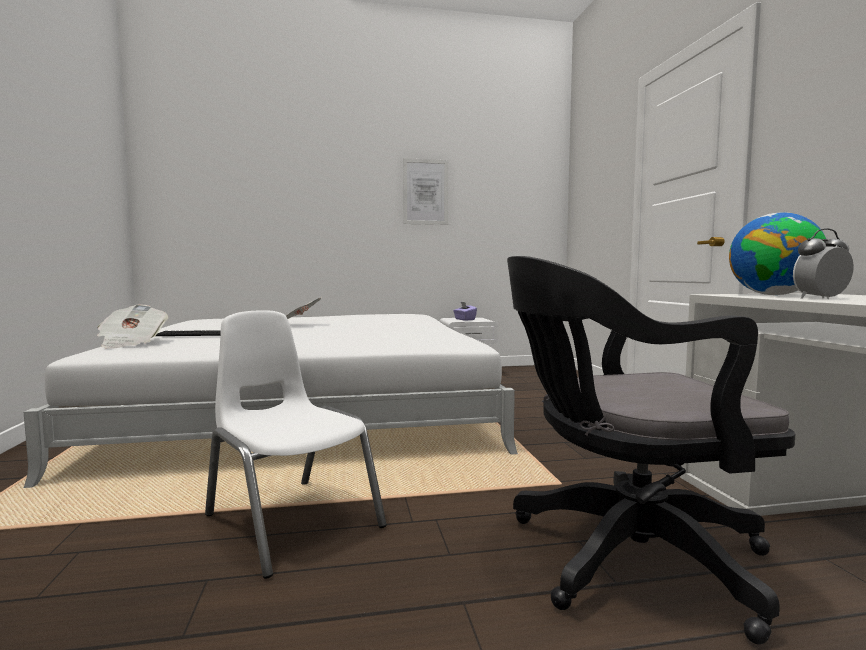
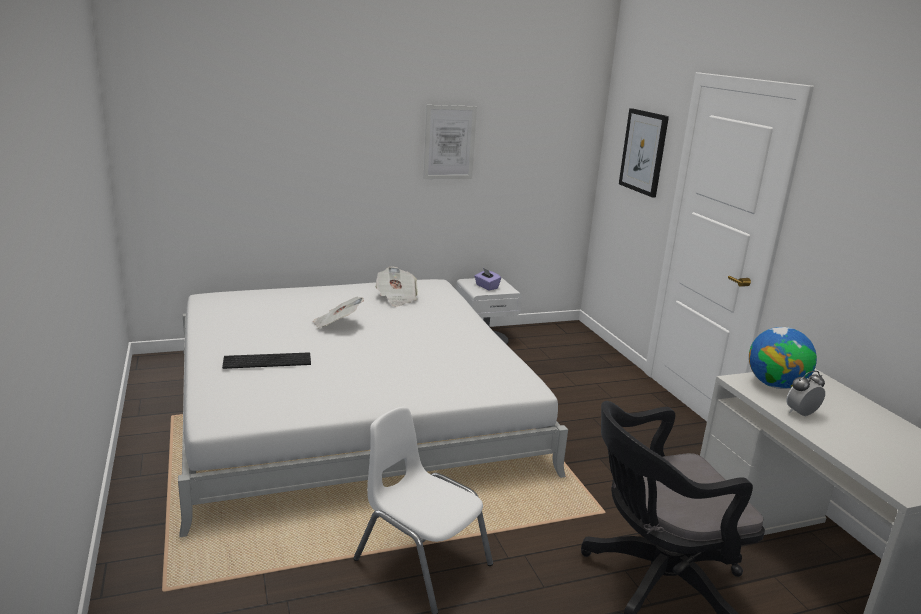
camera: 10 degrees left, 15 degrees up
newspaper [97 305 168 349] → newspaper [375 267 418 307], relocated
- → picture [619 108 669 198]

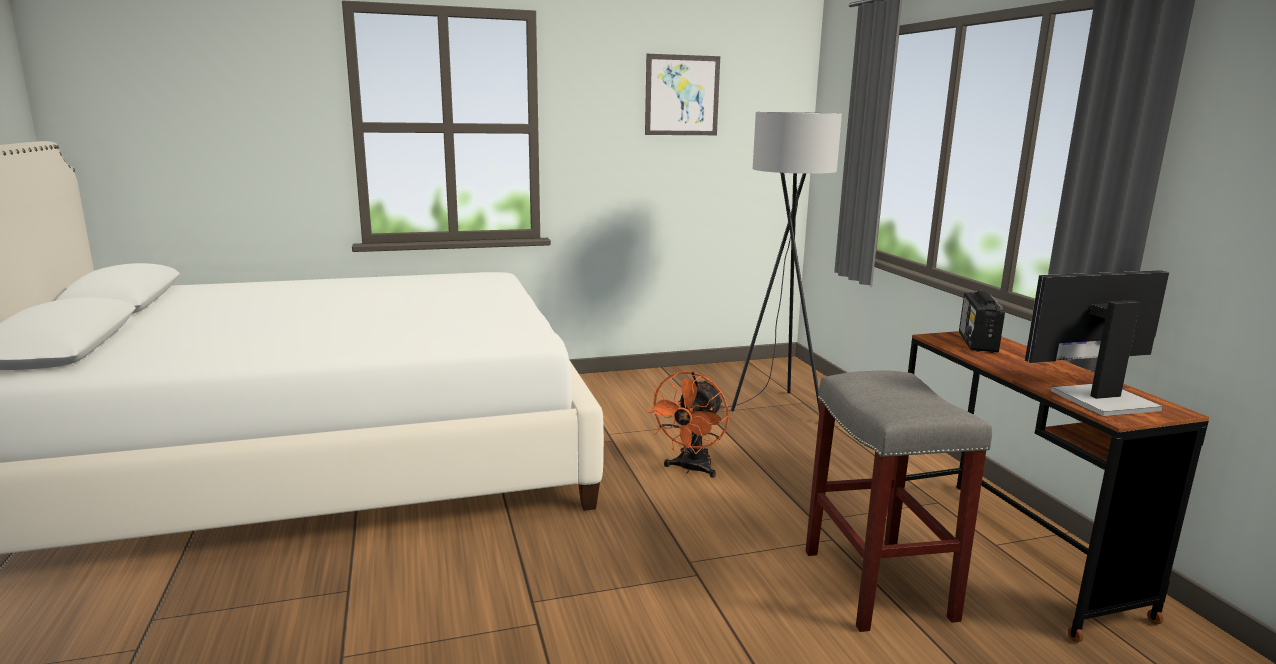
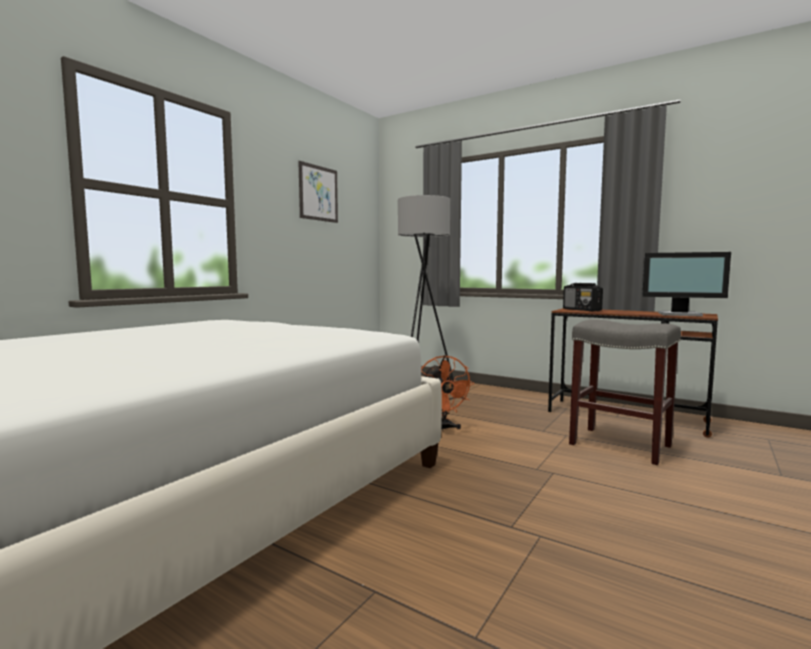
camera: 40 degrees left, 10 degrees down
monitor [1025 270 1169 416] → monitor [642 252 731 317], 105 degrees counterclockwise

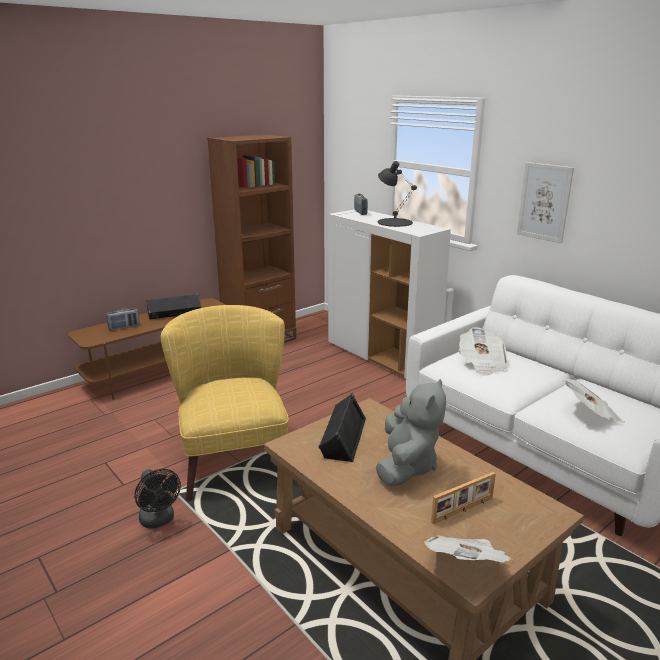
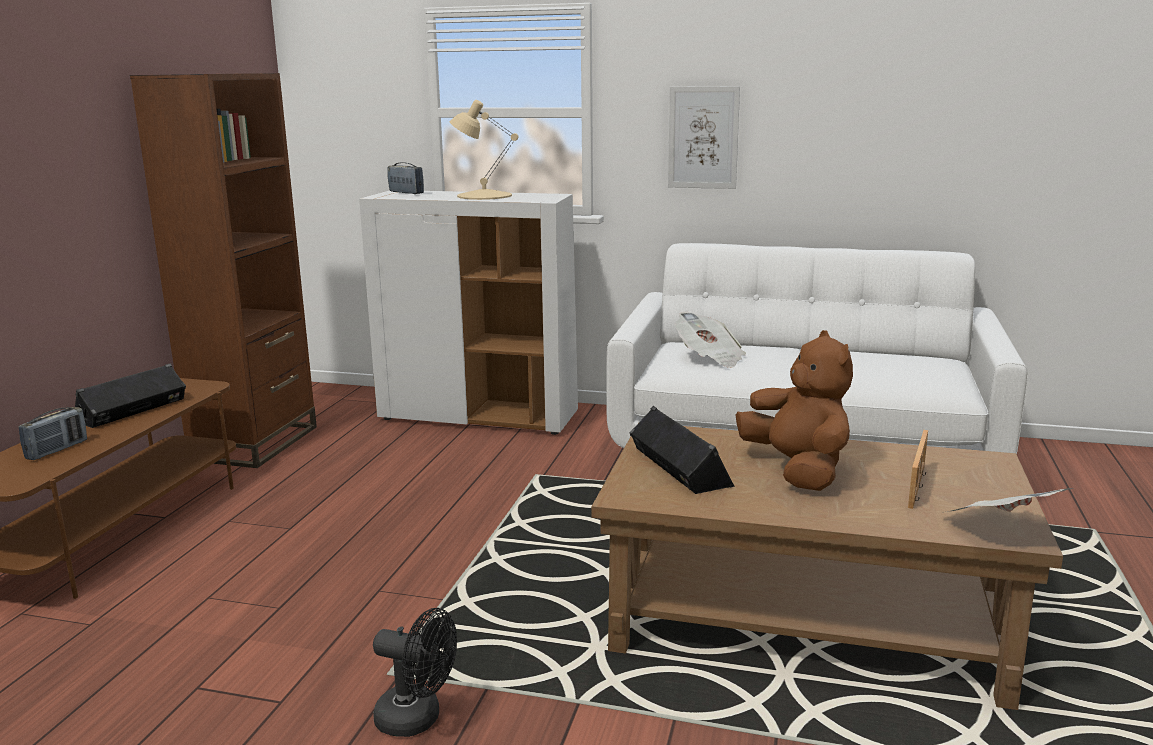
camera: 35 degrees left, 5 degrees down
armchair/yellow [161 305 294 501] → -
plush toy/grey [376 379 446 487] → plush toy/brown [736 330 853 491]
table lamp/black [378 161 417 227] → table lamp/beige [449 100 518 200]
newspaper [562 379 625 423] → -

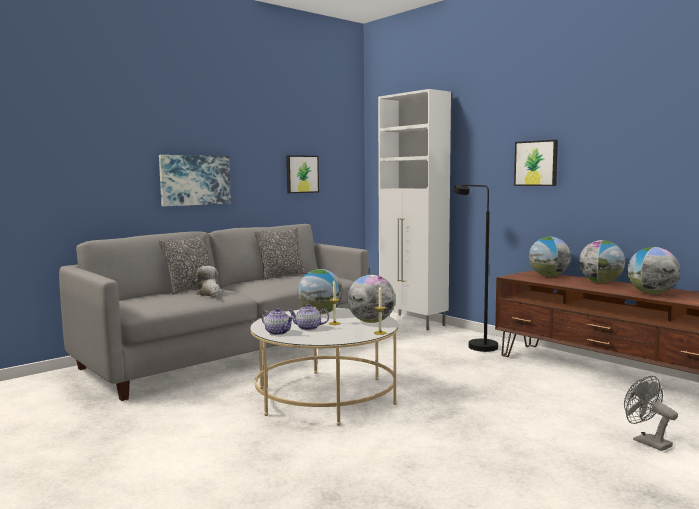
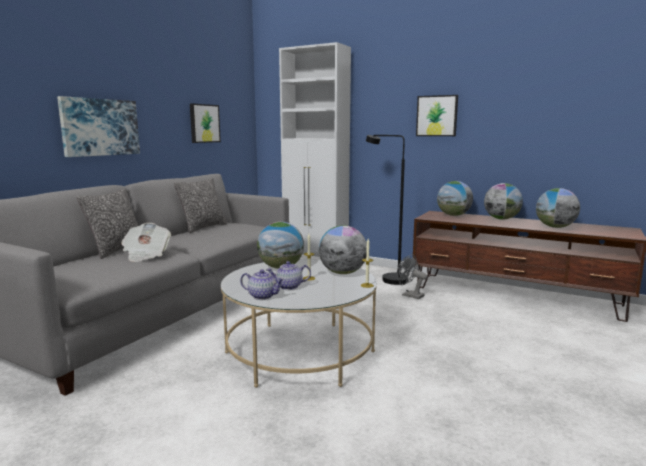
camera: 20 degrees left, 5 degrees up
plush toy [193 266 222 297] → newspaper [121 223 171 262]
fan/grey [624 376 678 451] → fan/grey [397 254 428 299], relocated

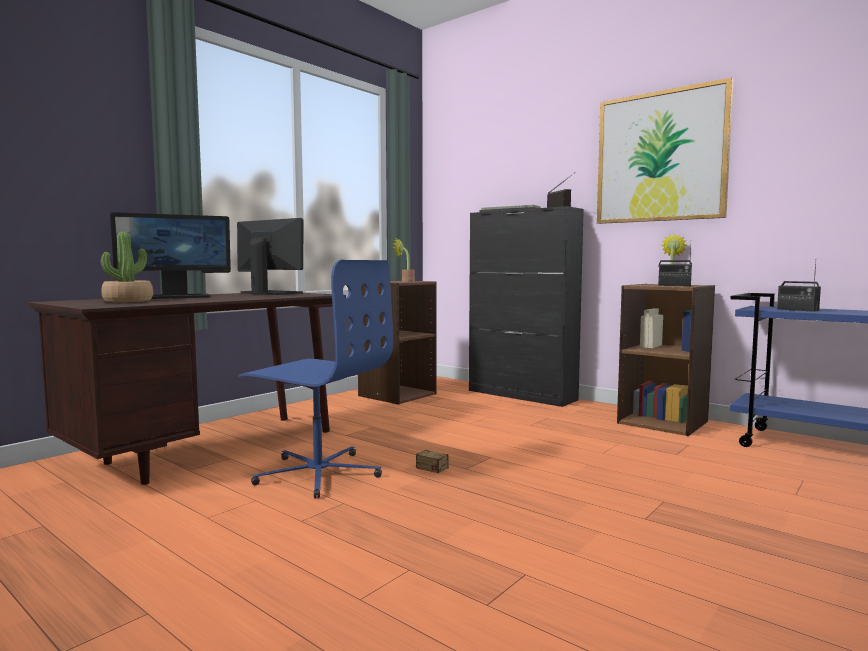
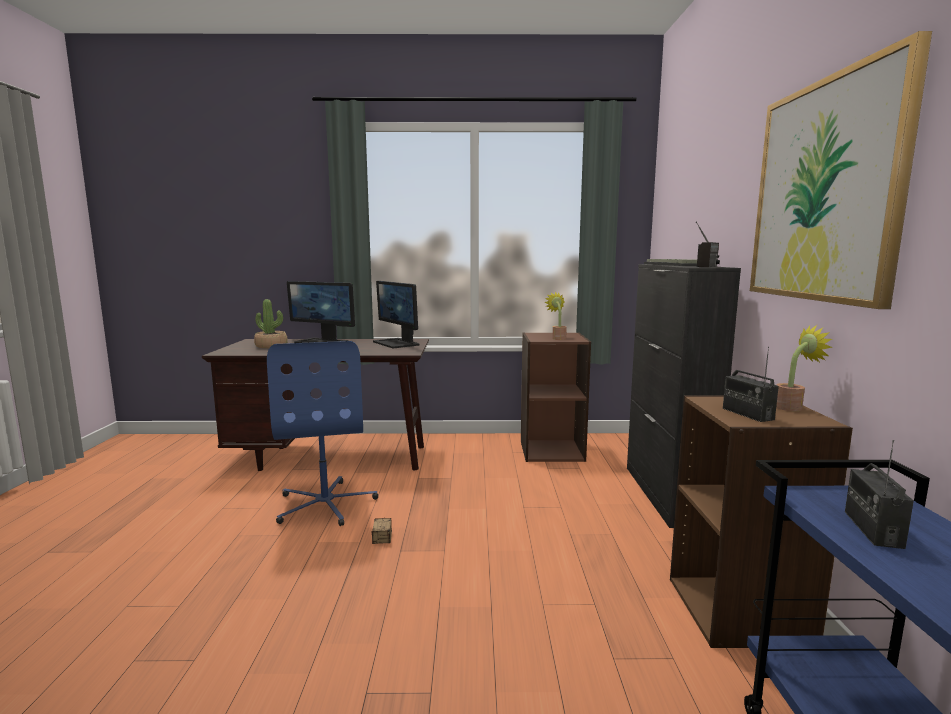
camera: 50 degrees right, 5 degrees up
monitor [237 218 304 295] → monitor [373 281 419 348], 150 degrees clockwise

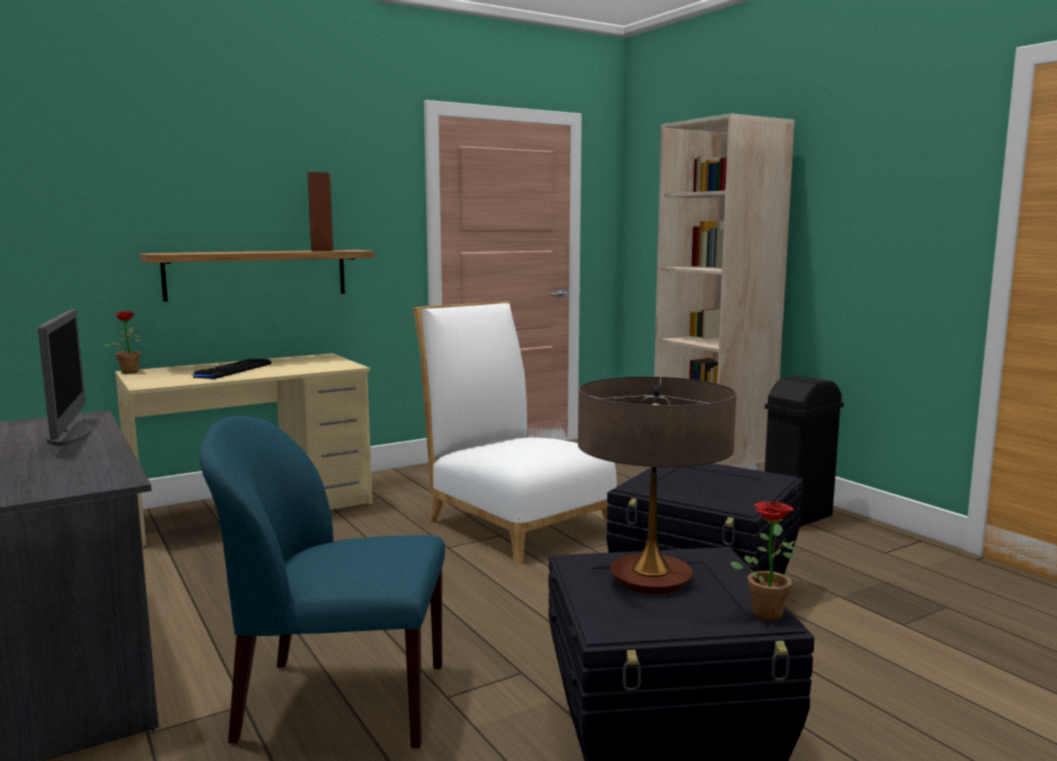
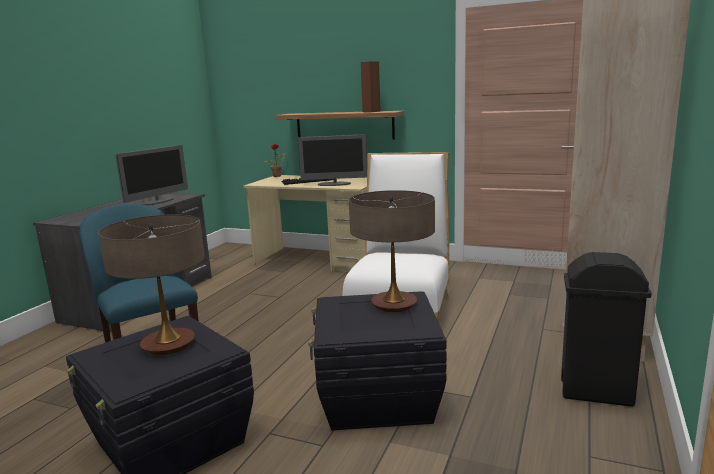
camera: 55 degrees right, 5 degrees up
potted plant [730 501 795 621] → -
- → monitor [298 134 367 186]
- → table lamp [349 190 435 312]

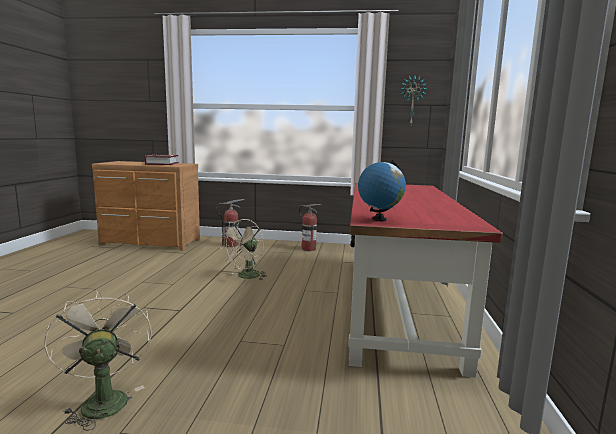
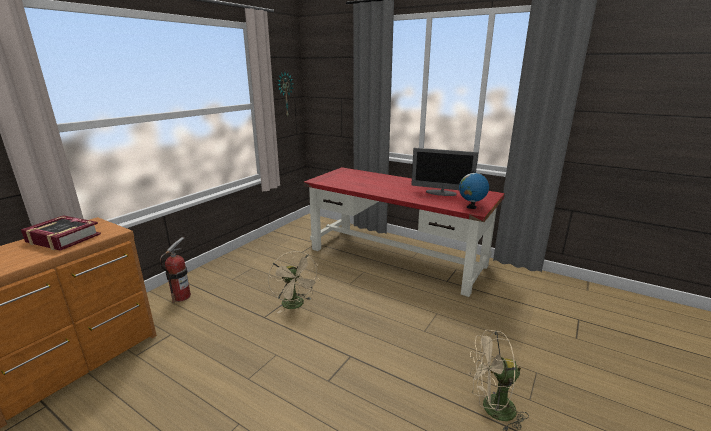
camera: 65 degrees left, 10 degrees up
fire extinguisher [299 204 322 251] → -
- → monitor [411 148 478 196]

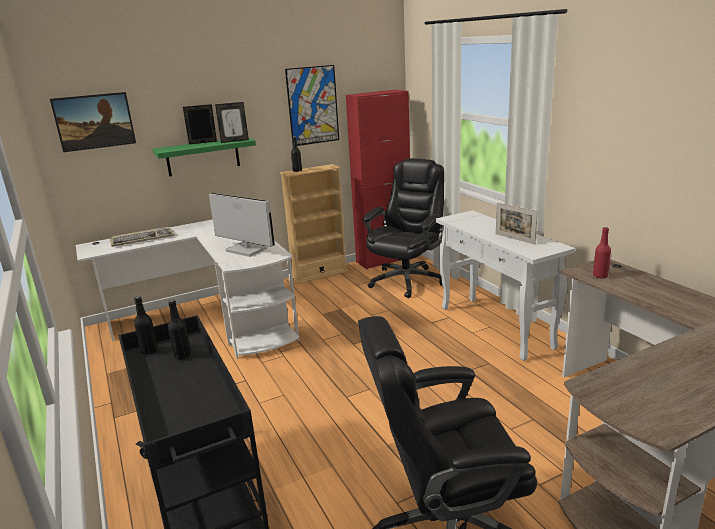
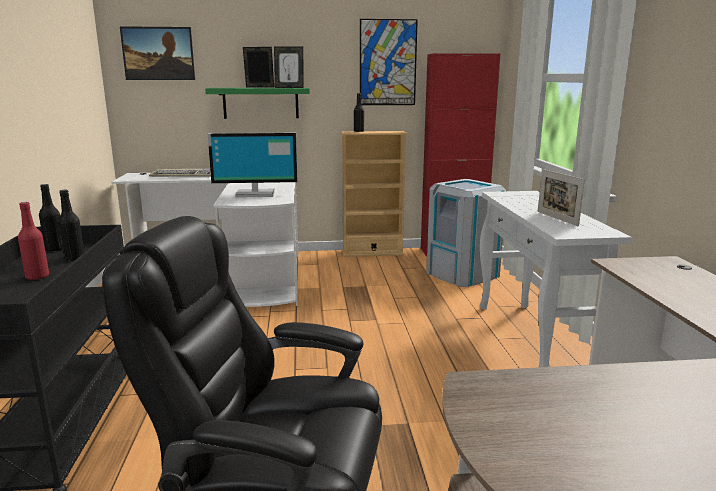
camera: 20 degrees right, 5 degrees down
monitor [209 193 275 257] → monitor [208 132 298 198], 120 degrees clockwise
office chair/black [363 158 444 298] → trash can/grey [426 179 506 287]
bottle/red [593 227 611 279] → bottle/red [18 202 49 280], relocated

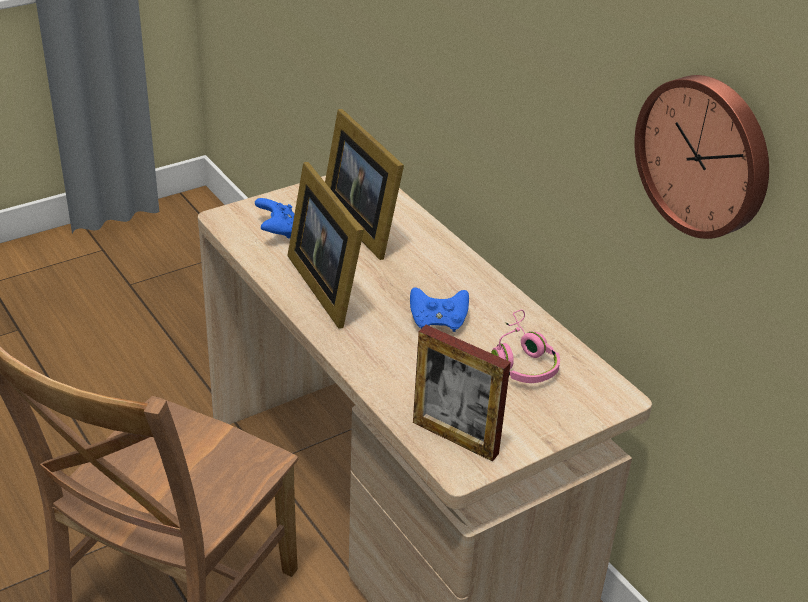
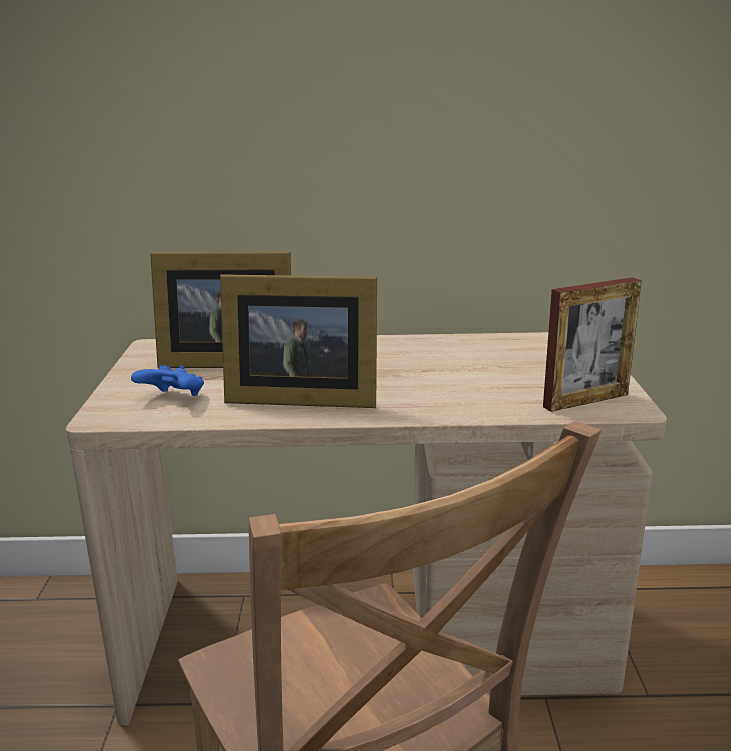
camera: 55 degrees left, 15 degrees down
game controller/blue [410 288 469 332] → -
headphones/pink [491 310 560 383] → -
wall clock [634 75 769 239] → -

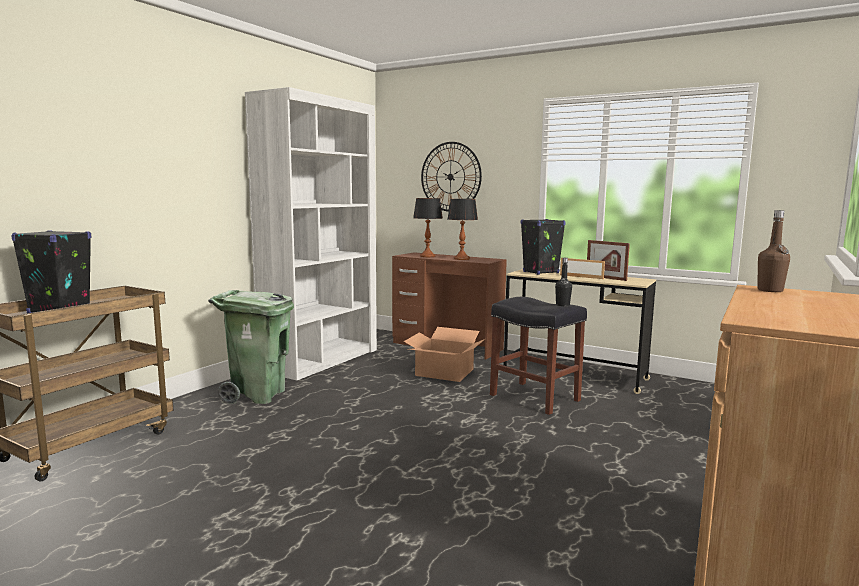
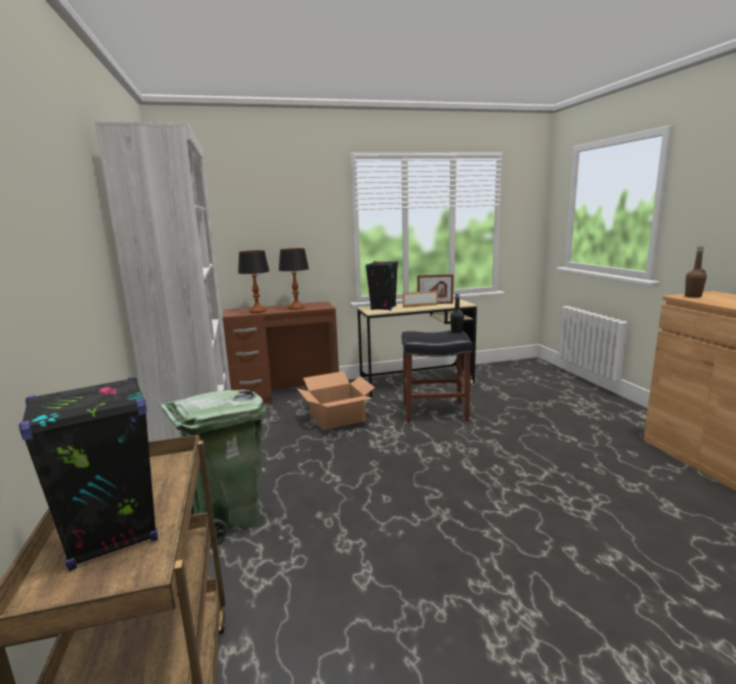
camera: 45 degrees left, 5 degrees up
wall clock [421 142 482 212] → -

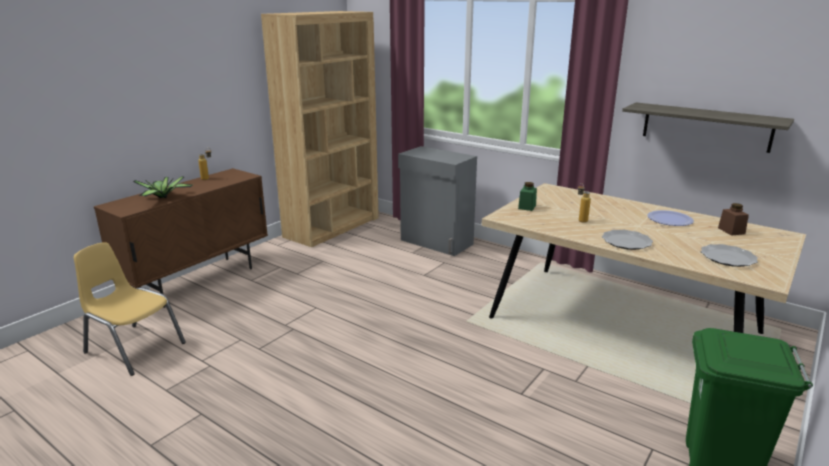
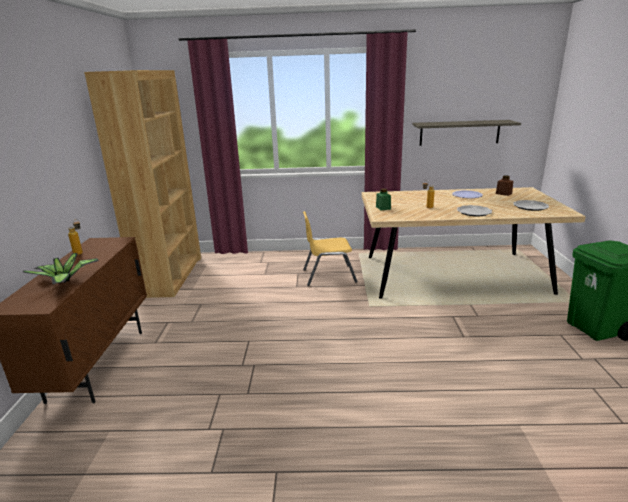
camera: 35 degrees left, 0 degrees up
chair/yellow [74 242 186 376] → chair/yellow [303 211 357 286], relocated
cabinet/grey [398 146 477 256] → -

